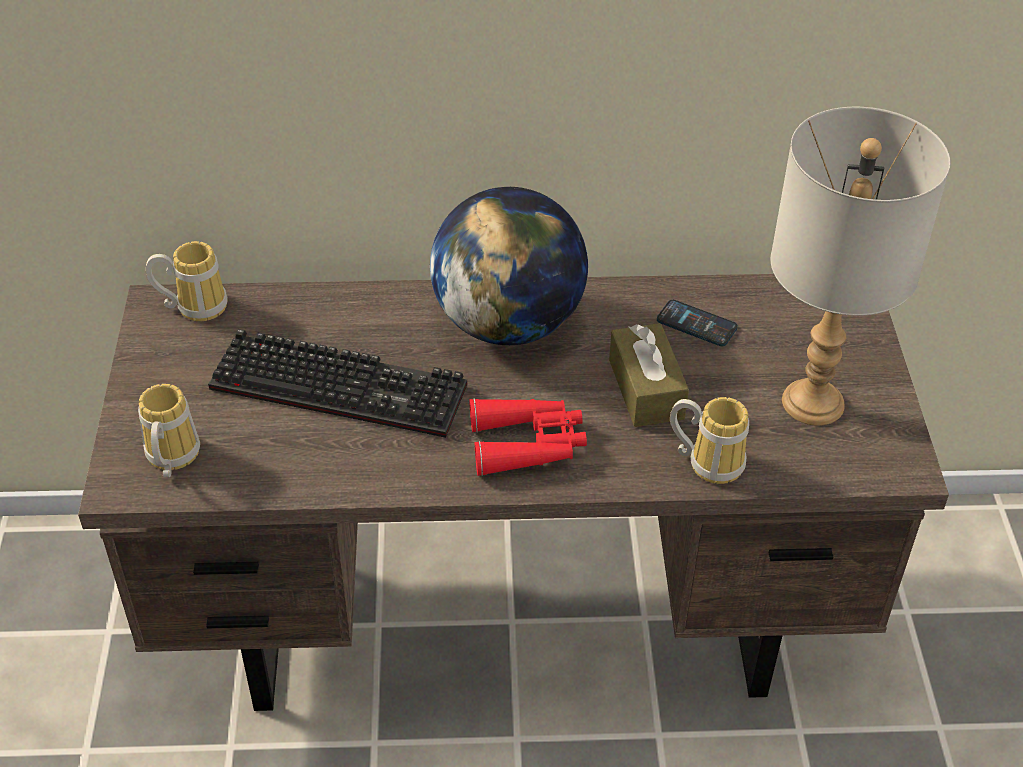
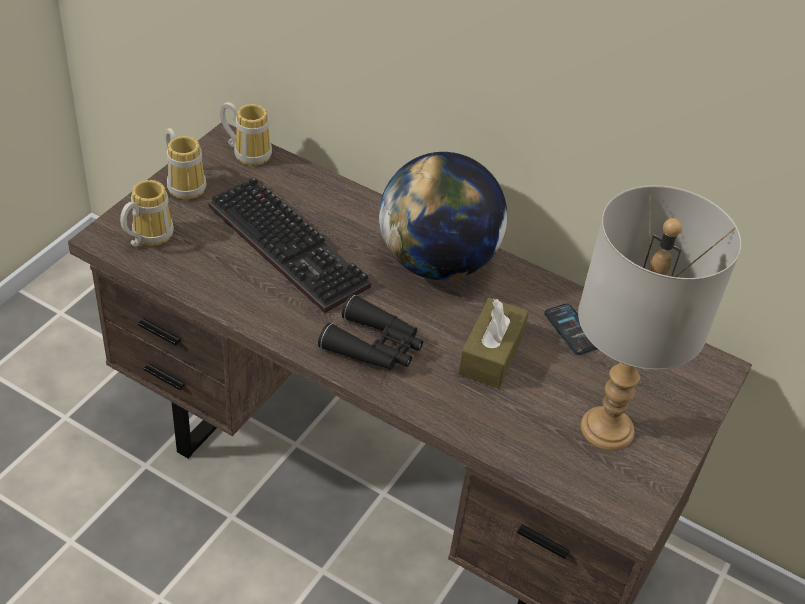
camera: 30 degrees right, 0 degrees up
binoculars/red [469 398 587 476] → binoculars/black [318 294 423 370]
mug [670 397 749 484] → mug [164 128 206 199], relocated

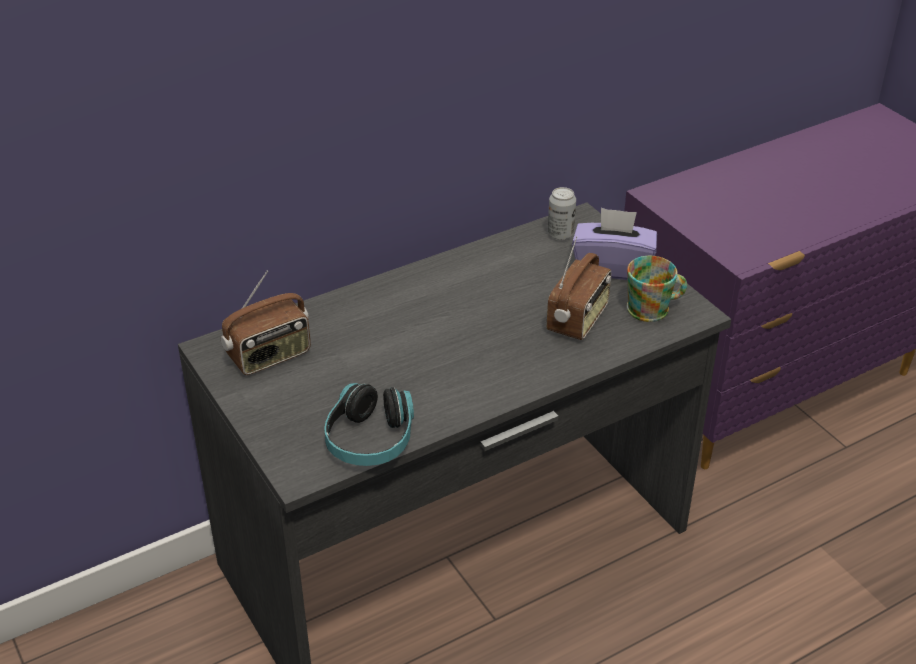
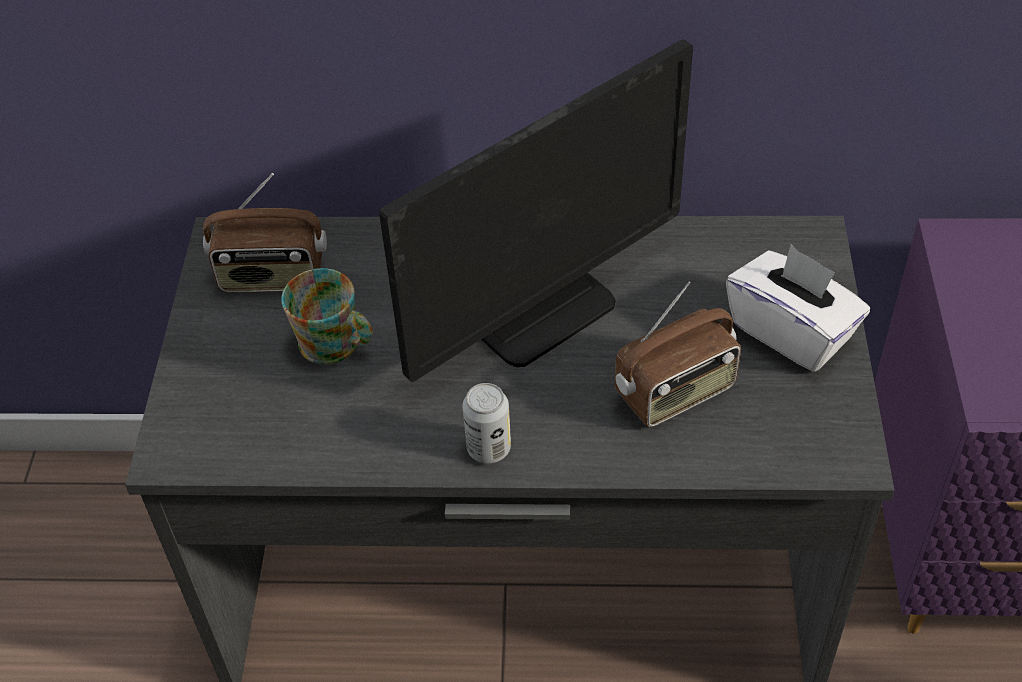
camera: 35 degrees right, 10 degrees up
headphones [324 383 414 466] → -
can [548 187 576 240] → can [463 383 511 463], relocated
tissue box/purple [572 208 657 280] → tissue box/white [726 245 870 372]
mug [627 256 687 322] → mug [281 268 373 365], relocated
- → monitor [379 39 693 382]

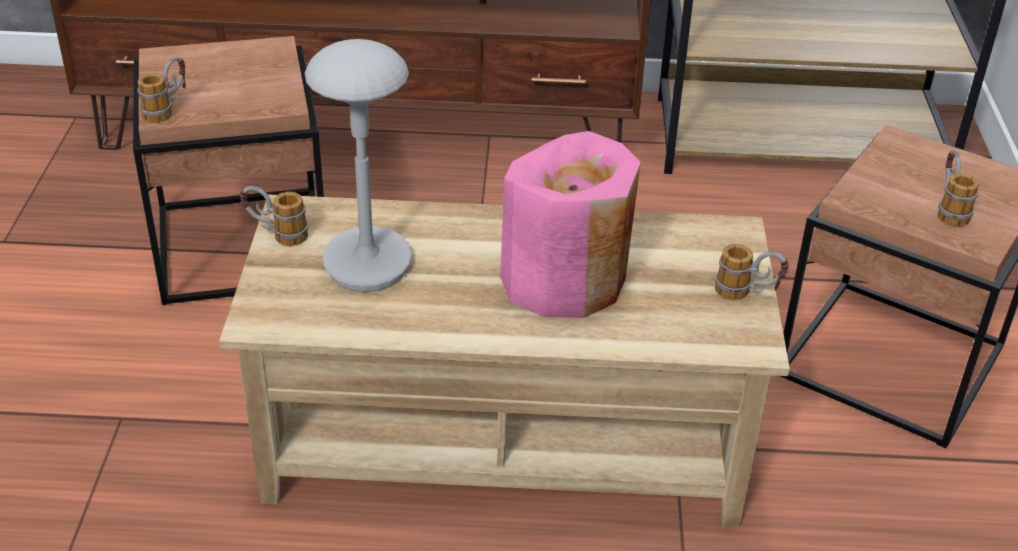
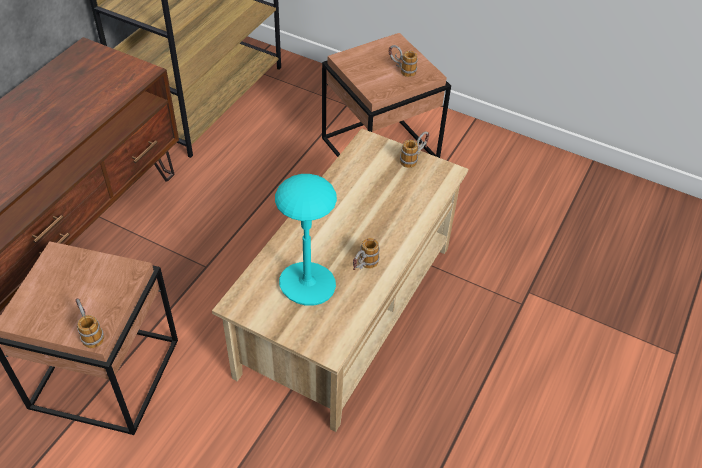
camera: 65 degrees left, 10 degrees up
mug [240 186 308 246] → mug [353 238 380 270], relocated
table lamp/grey [305 39 412 292] → table lamp/turquoise [275 174 337 306]
vase/pink [500 131 641 318] → -

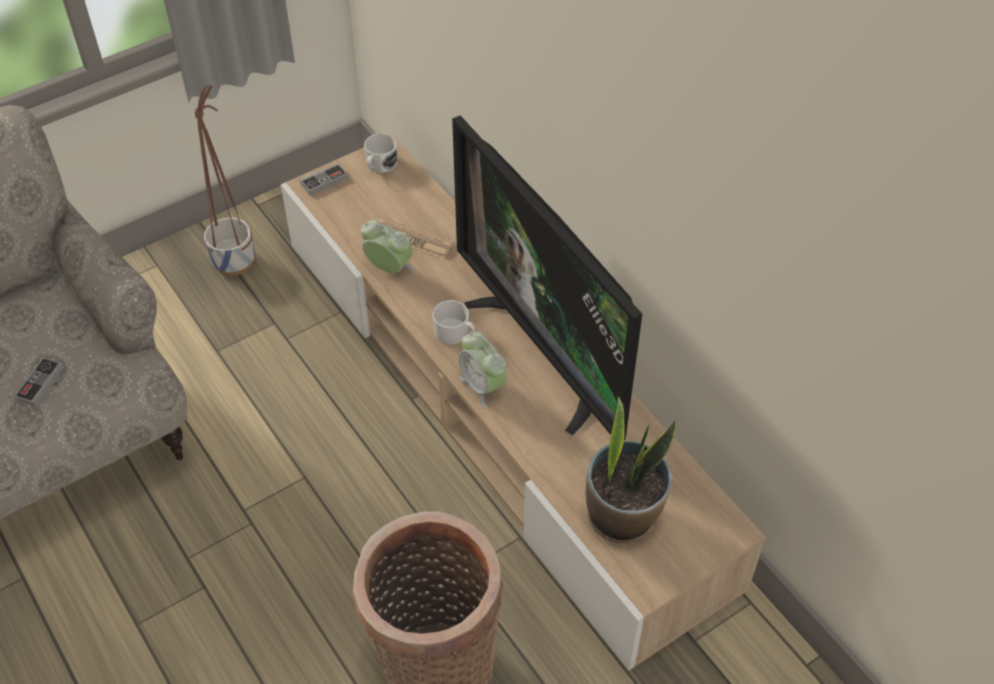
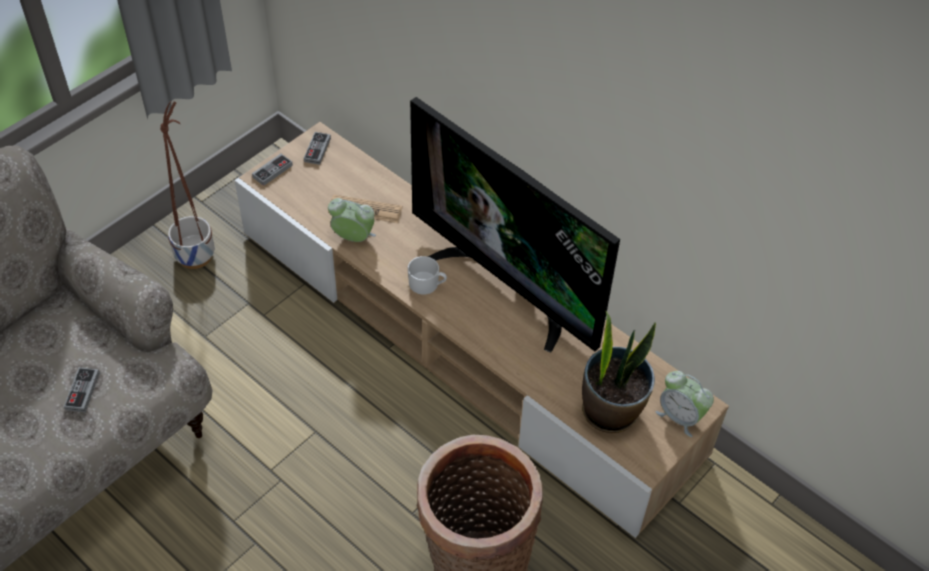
camera: 15 degrees left, 0 degrees up
mug/white [364 133 397 173] → game controller [304 132 331 165]
alarm clock [458 332 507 408] → alarm clock [656 371 714 437], relocated

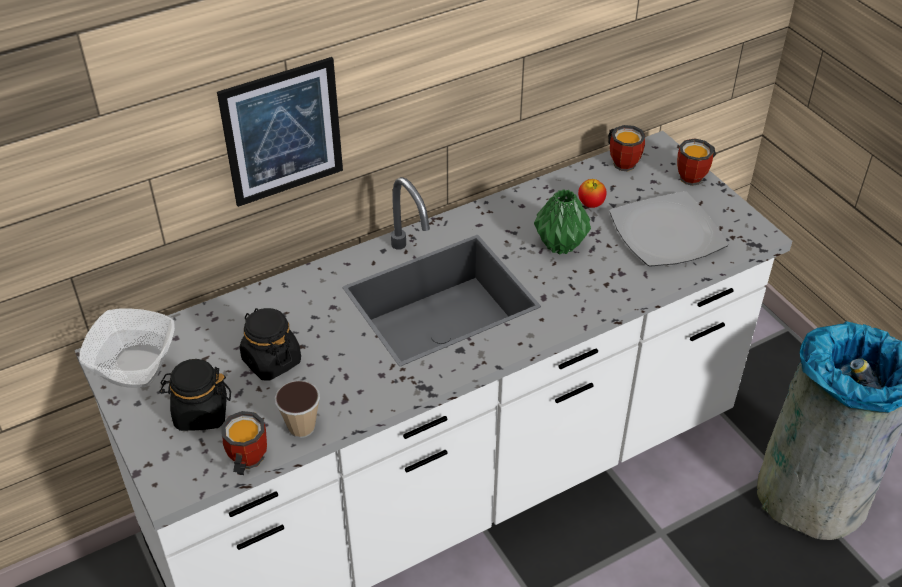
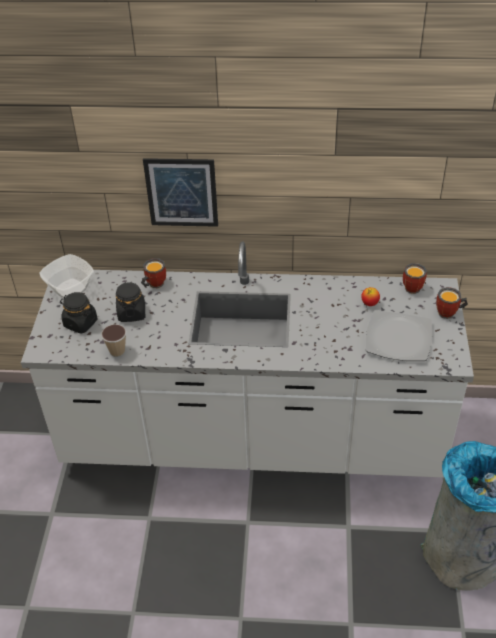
camera: 35 degrees right, 0 degrees up
mug [221 411 267 475] → mug [141 258 166 288], relocated
vase/green [534 189 591 255] → -

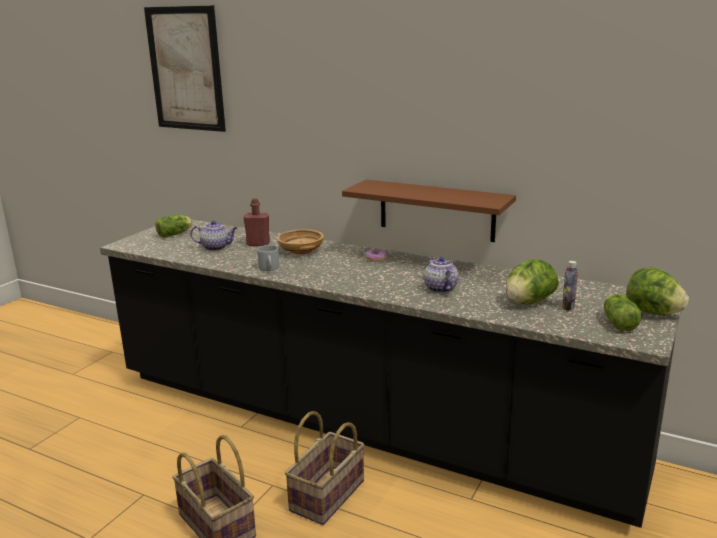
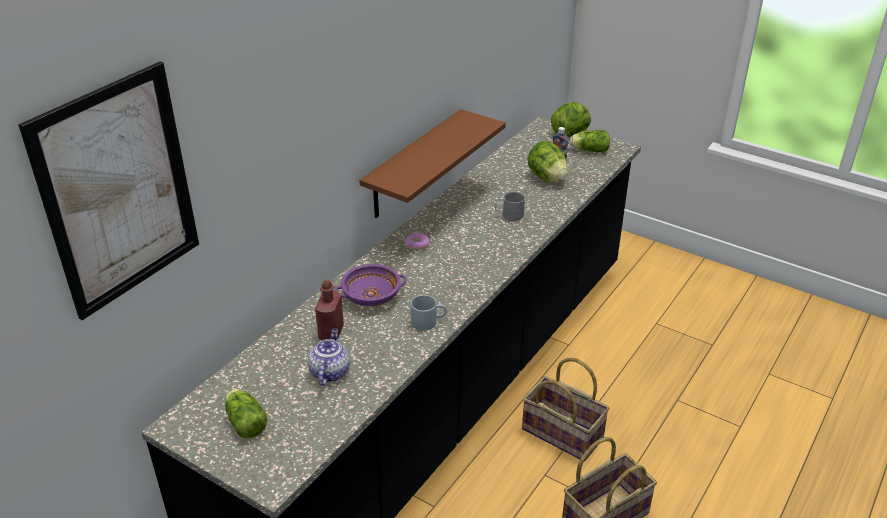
camera: 85 degrees left, 15 degrees up
bowl/beige [277 229 324 255] → bowl/purple [335 264 407 306]
teapot [424 256 459 293] → mug/grey [495 191 525 221]

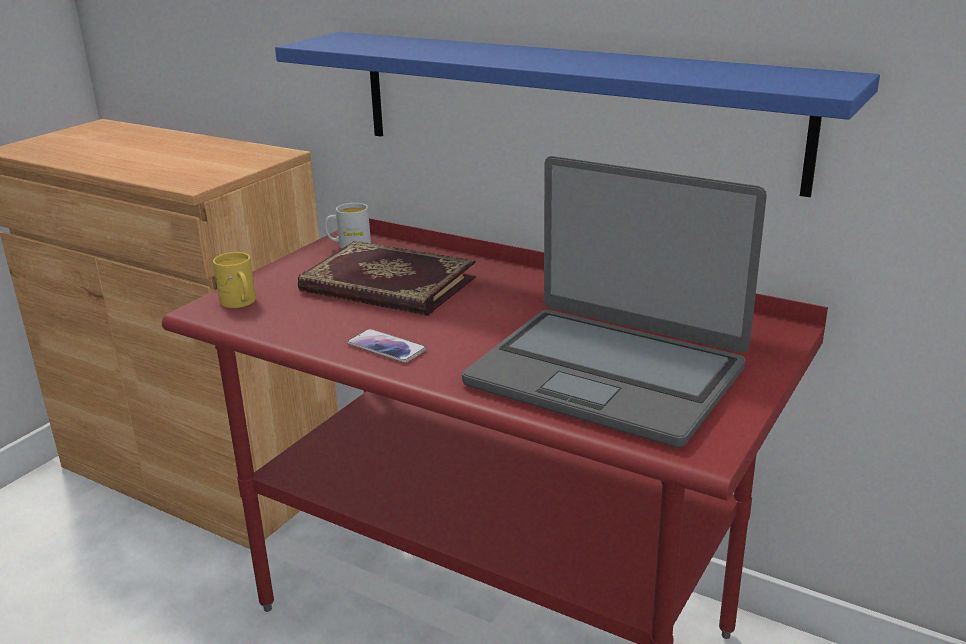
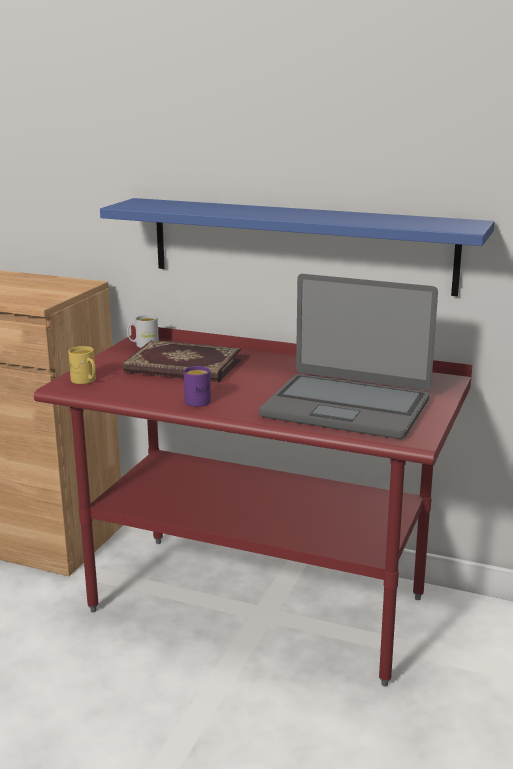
camera: 10 degrees left, 5 degrees down
phone [347 329 427 363] → mug/purple [184 366 211 407]

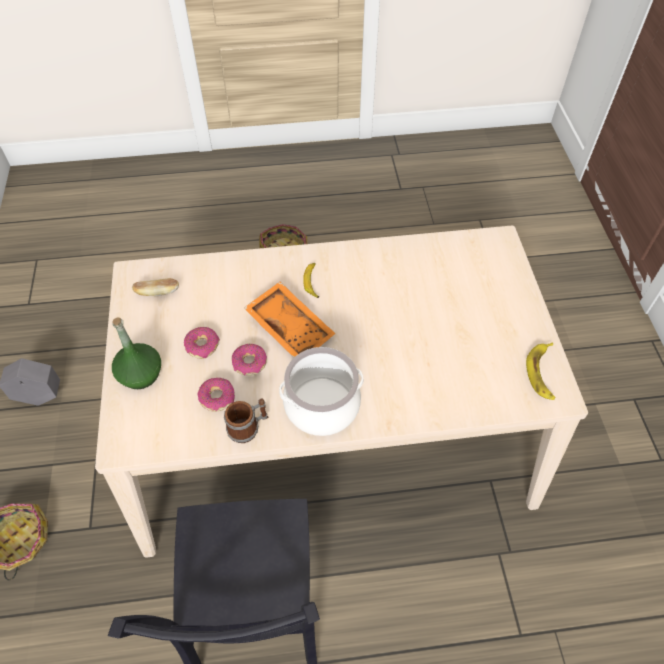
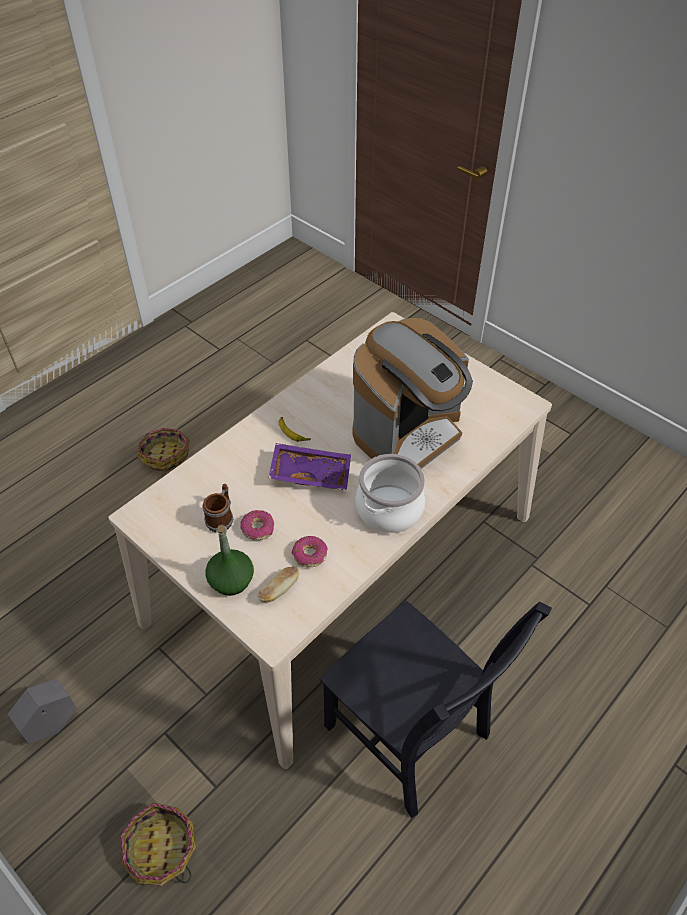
camera: 40 degrees left, 5 degrees down
bread [132 278 179 296] → bread [258 566 299 602], relocated
mug [224 398 268 443] → mug [203 484 233 532], relocated
donut [232 344 267 376] → -
tray/orange [244 282 336 357] → tray/purple [269 443 351 491]
banana [526 343 555 400] → -
- → coffee machine [353 318 473 469]

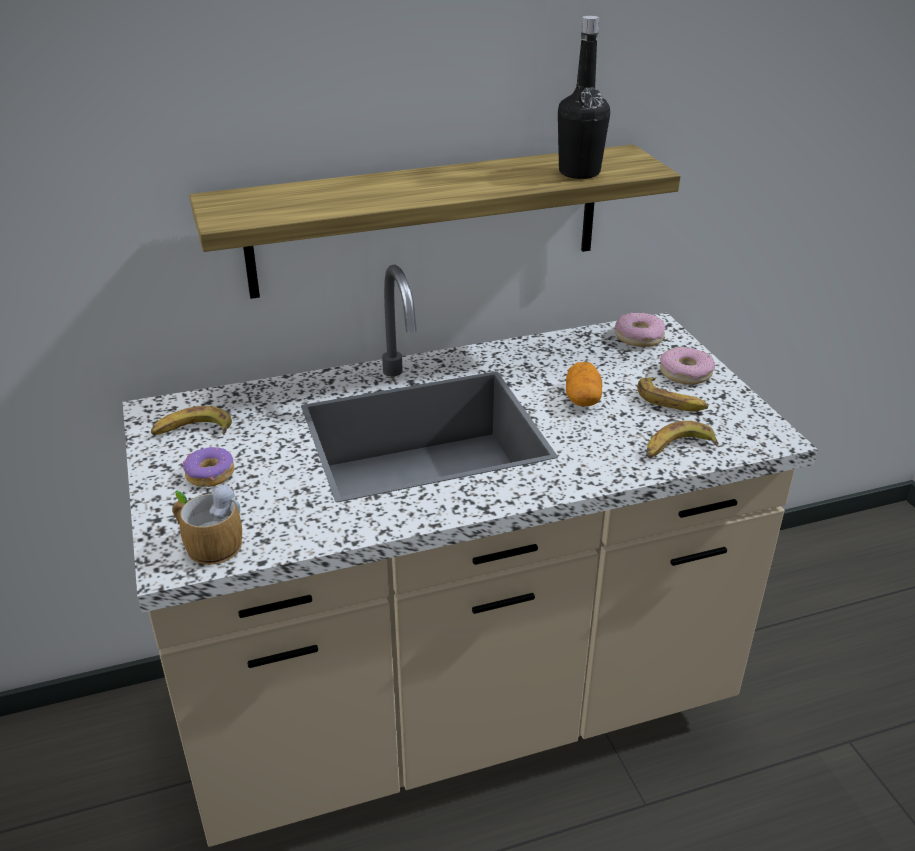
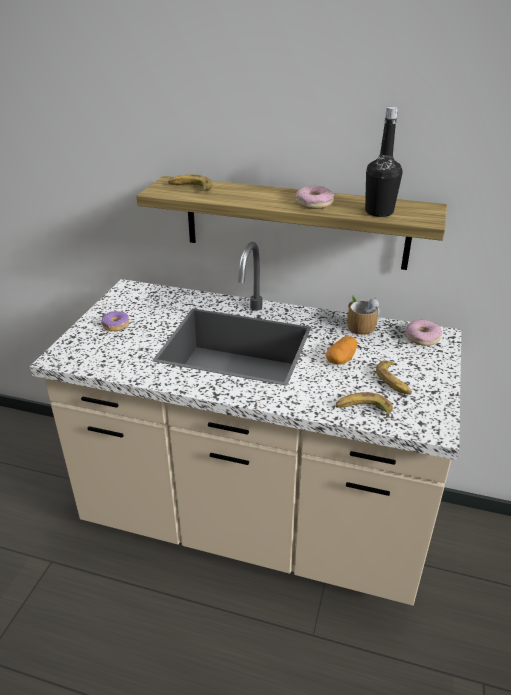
camera: 35 degrees right, 0 degrees up
banana [151 406 232 435] → banana [168 175 212 191], relocated
mug [172 483 242 565] → mug [347 295 380 335], relocated
donut [660 347 715 385] → donut [296 186 334 209], relocated

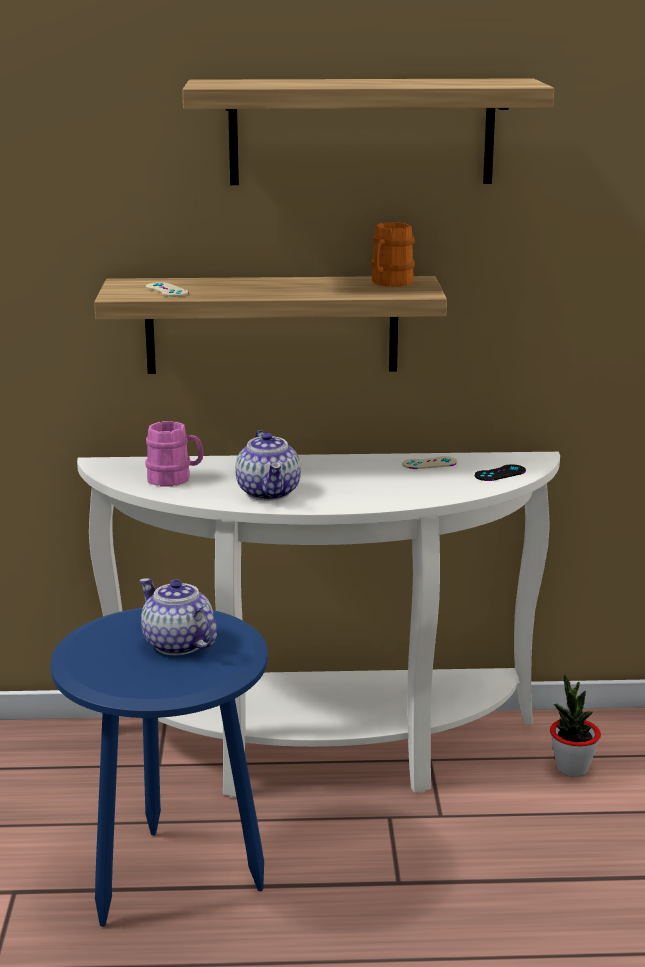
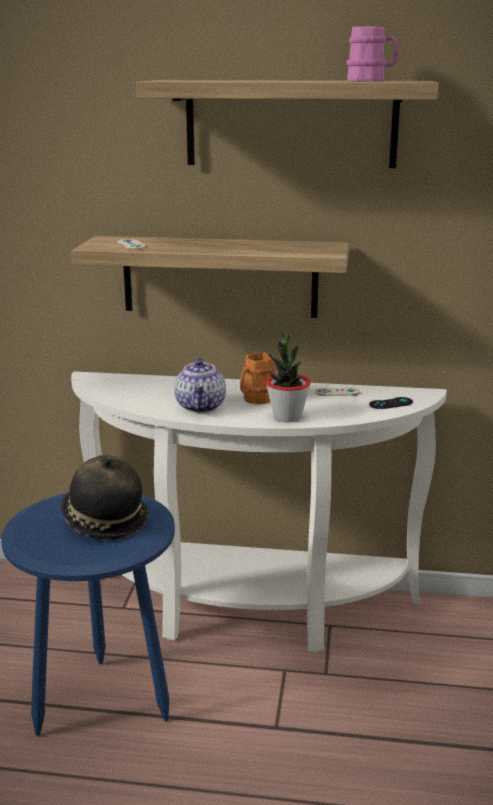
camera: 10 degrees right, 0 degrees up
teapot [139 578 217 656] → hat [61 455 148 540]
mug/pink [145 421 203 487] → mug/pink [346 26 399 81], relocated
mug/orange [371 222 415 287] → mug/orange [240 352 276 404], relocated
potted plant [550 674 601 777] → potted plant [266 329 311 422], relocated

